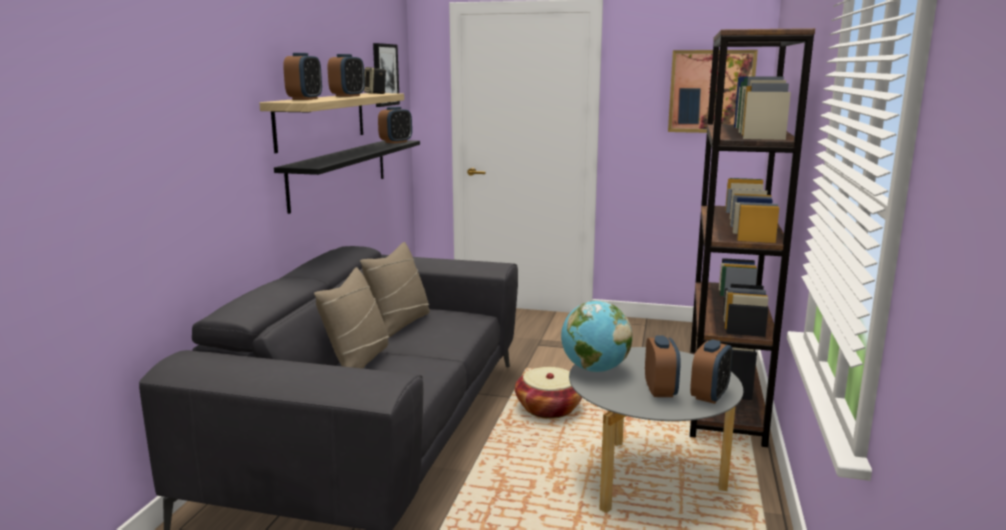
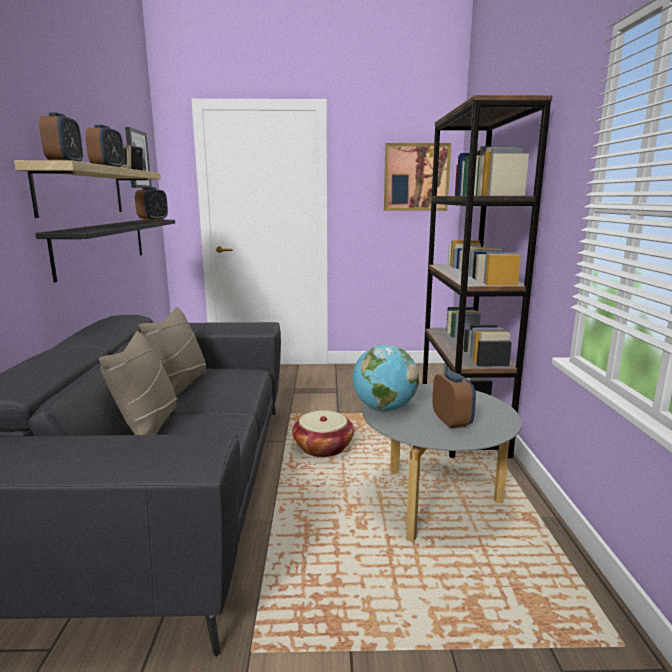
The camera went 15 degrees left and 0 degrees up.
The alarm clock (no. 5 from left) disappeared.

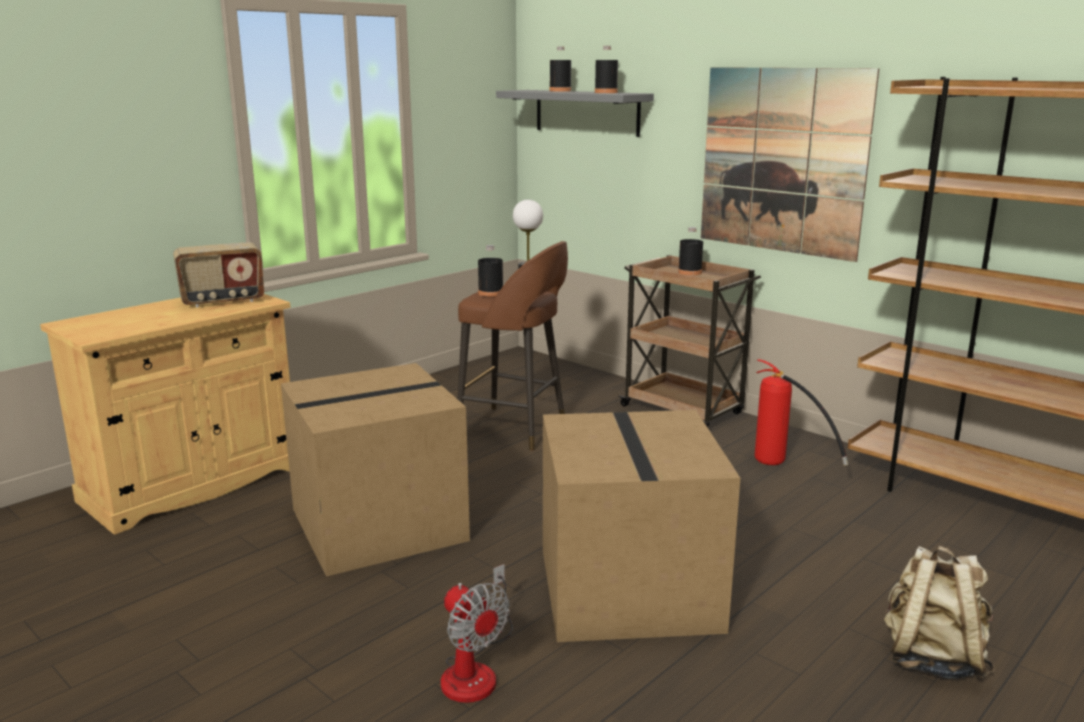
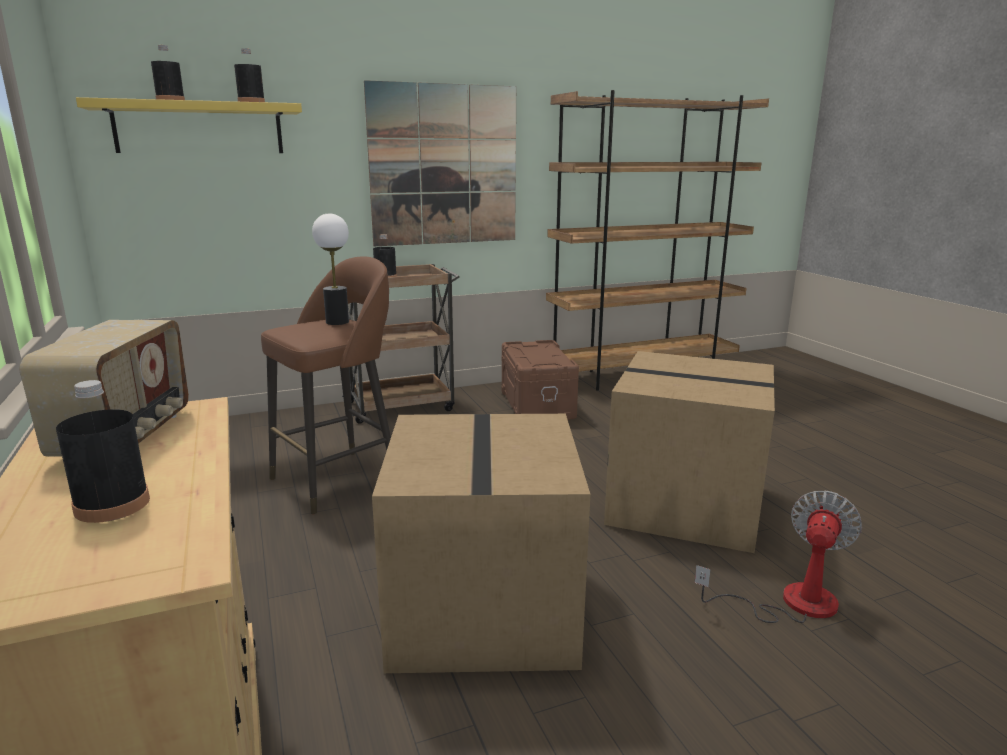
The camera went 65 degrees left and 0 degrees up.
The backpack in beige-coloured disappeared.
The drink bottle in black (no. 1 from left) moved.
The fire extinguisher was replaced by the storage bin in brownish.
The shelf in greyish became the shelf in yellowish.
The fan turned 45 degrees counterclockwise.

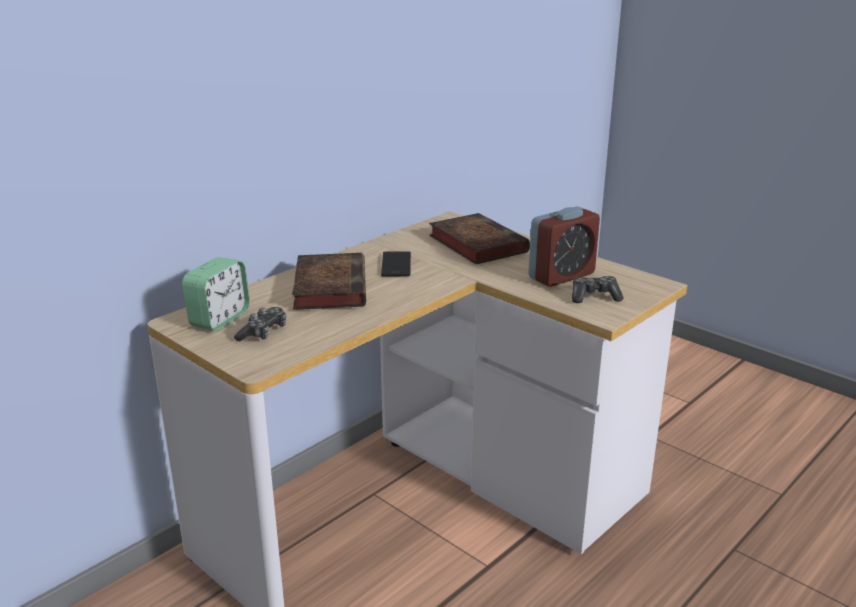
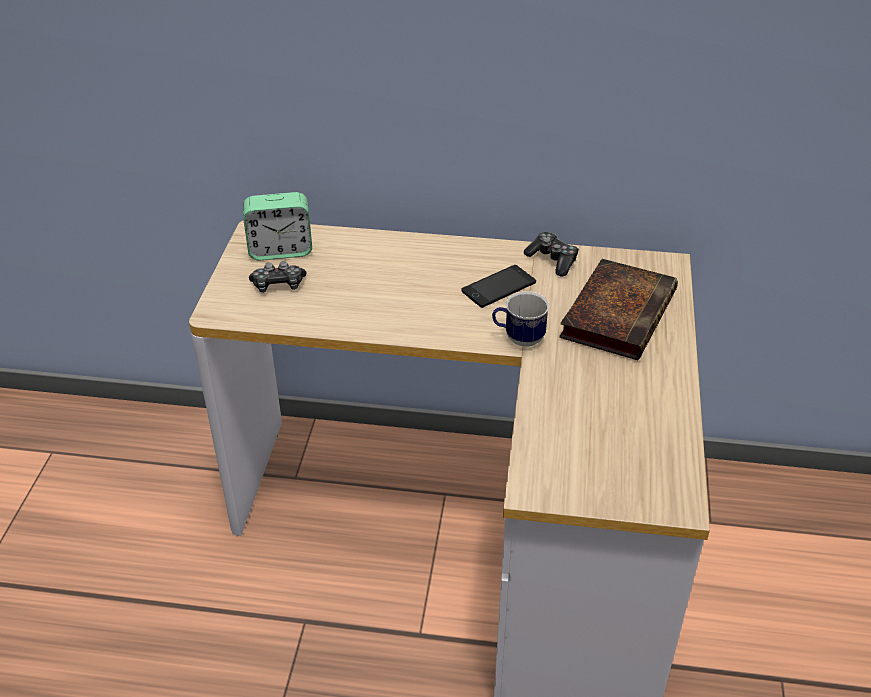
The camera went 55 degrees right and 15 degrees up.
The book (no. 1 from left) disappeared.
The alarm clock (no. 2 from left) disappeared.
The tea mug appeared.
The game controller (no. 2 from left) moved.

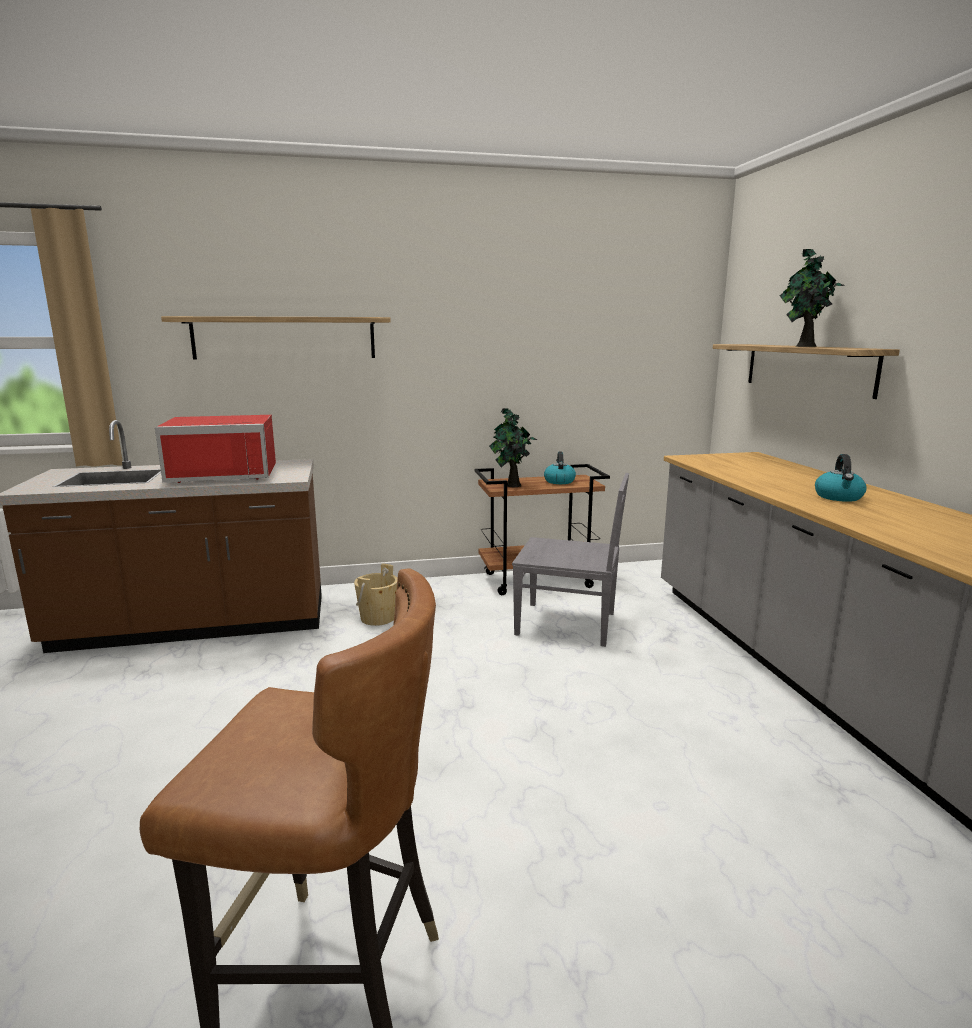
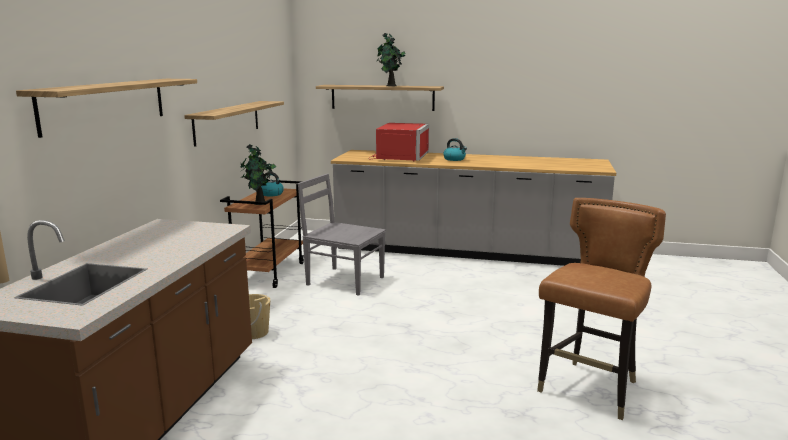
The camera went 65 degrees left and 0 degrees up.
The shelf (no. 2 from left) appeared.
The kitchen microwave in red moved.
The plain chair in greyish turned 105 degrees counterclockwise.

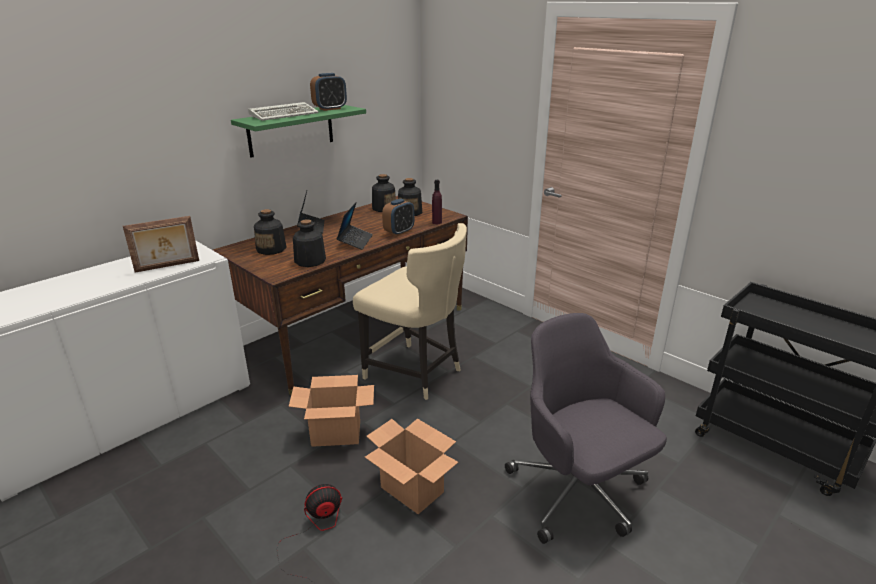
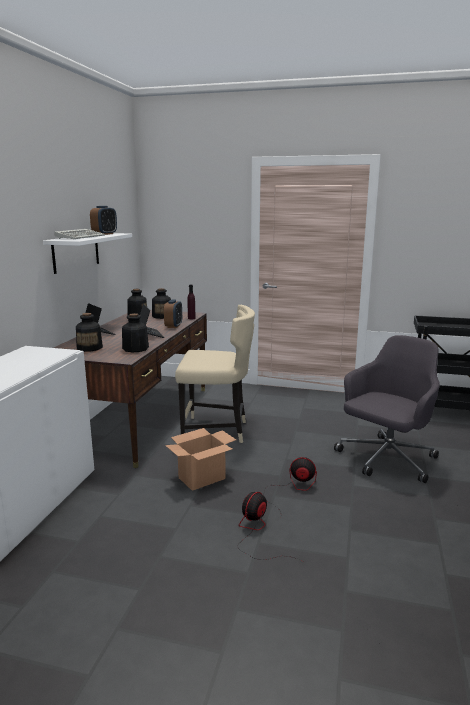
The camera went 30 degrees left and 10 degrees down.
The picture frame disappeared.
The carton (no. 2 from left) was replaced by the fan (no. 2 from left).
The shelf in green became the shelf in white-coloured.
The computer chair in greyish turned 105 degrees clockwise.

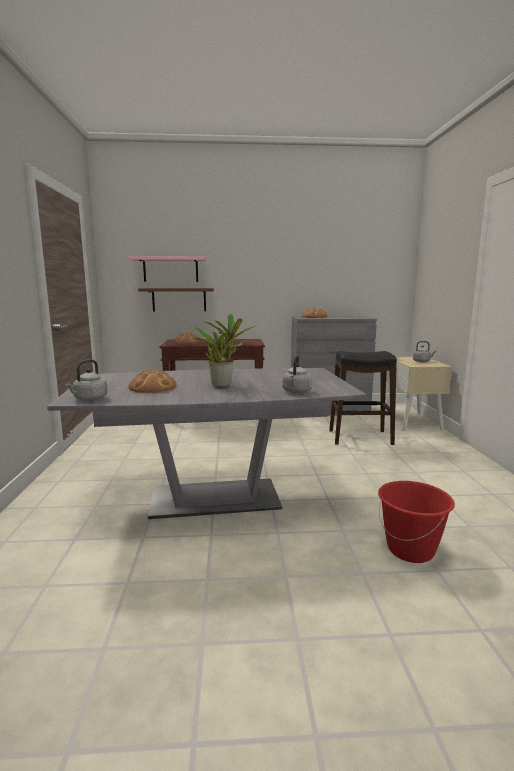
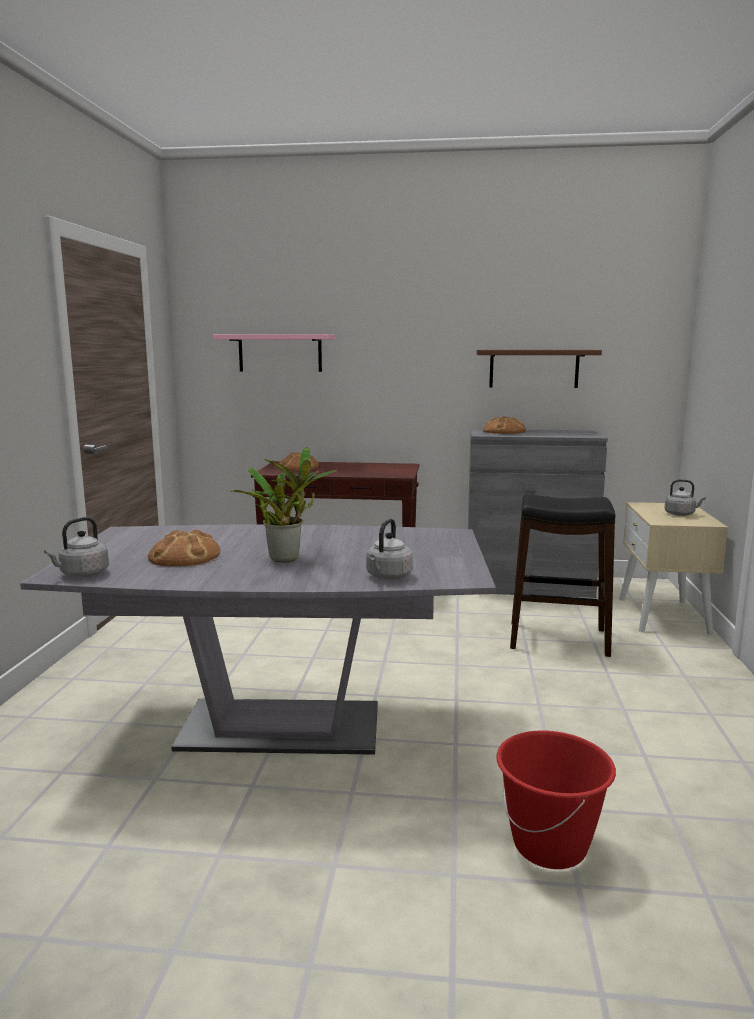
The camera went 10 degrees right and 0 degrees up.
The shelf in brownish moved.

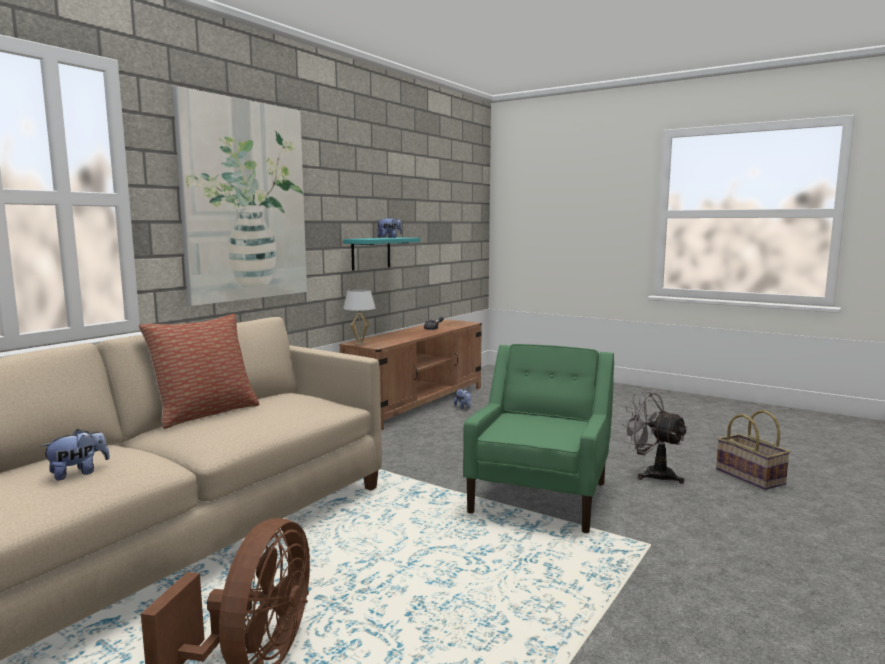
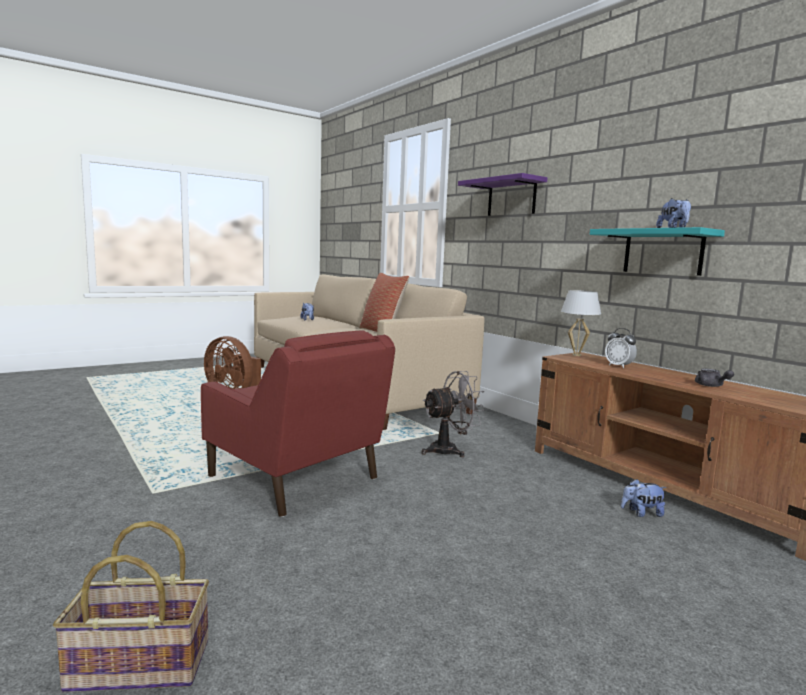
The camera went 110 degrees right and 0 degrees up.
The alarm clock appeared.
The fan in greyish moved.
The wall picture was replaced by the shelf in purplish.
The armchair in green became the armchair in red.

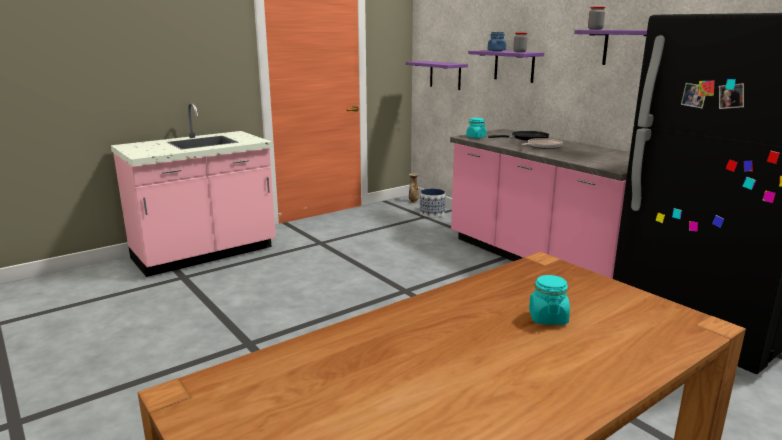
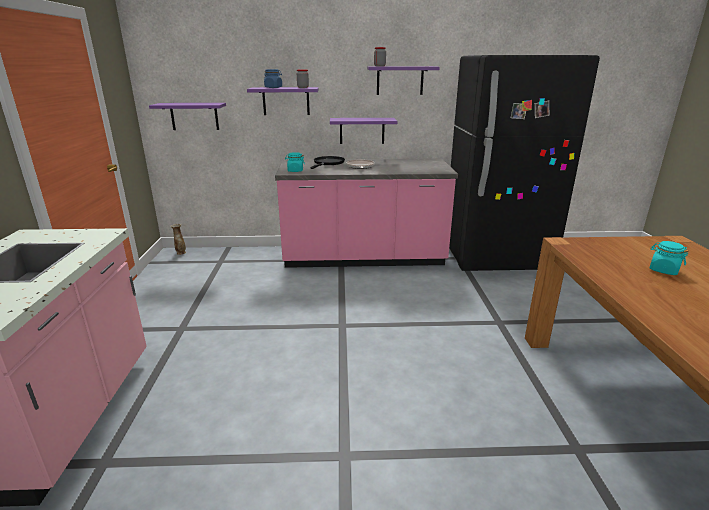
The camera went 55 degrees left and 5 degrees up.
The flower pot disappeared.
The shelf in purplish (no. 3 from left) appeared.

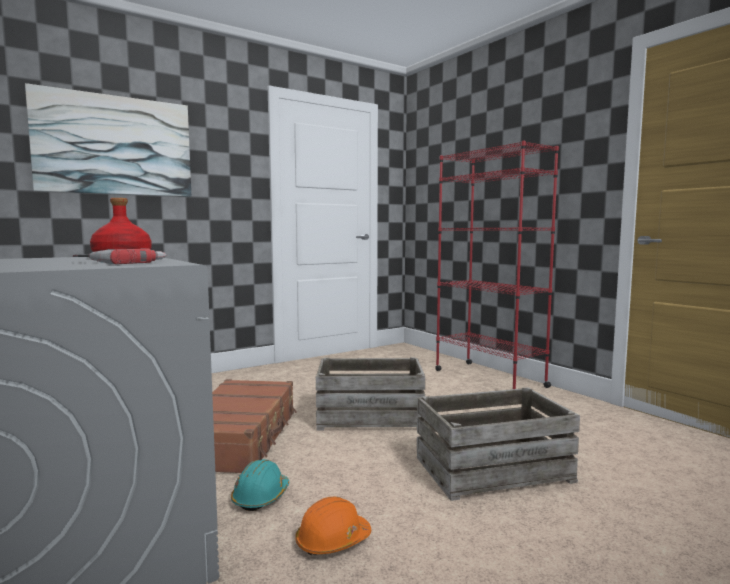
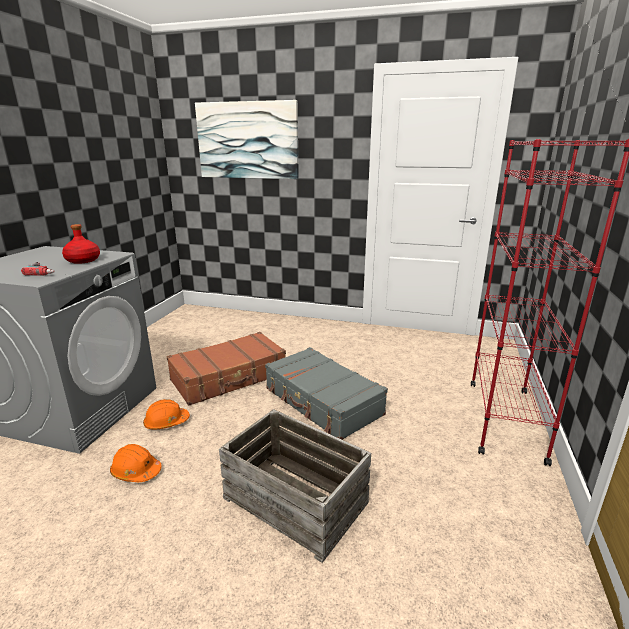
The camera went 50 degrees right and 15 degrees up.
The packing crate (no. 1 from left) was replaced by the suitcase in greyish.
The safety helmet in turquoise-coloured became the safety helmet in orangey (no. 2 from left).

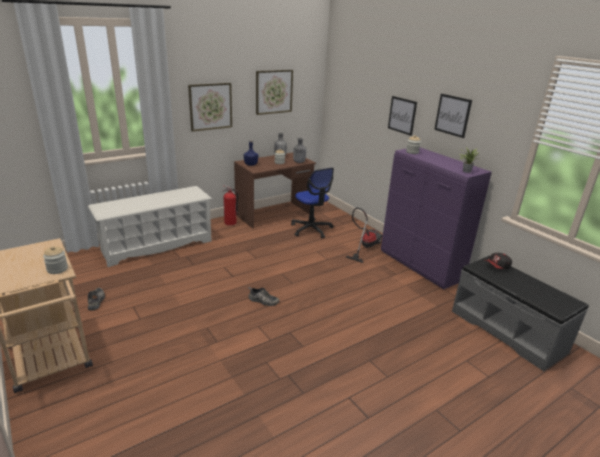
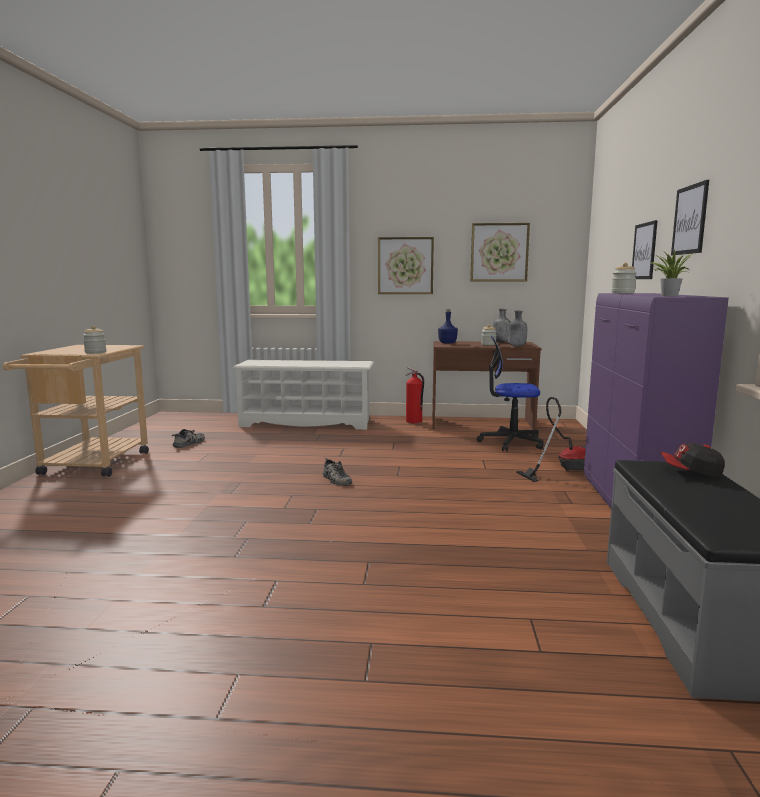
The camera went 40 degrees right and 15 degrees down.
The computer chair turned 90 degrees clockwise.

